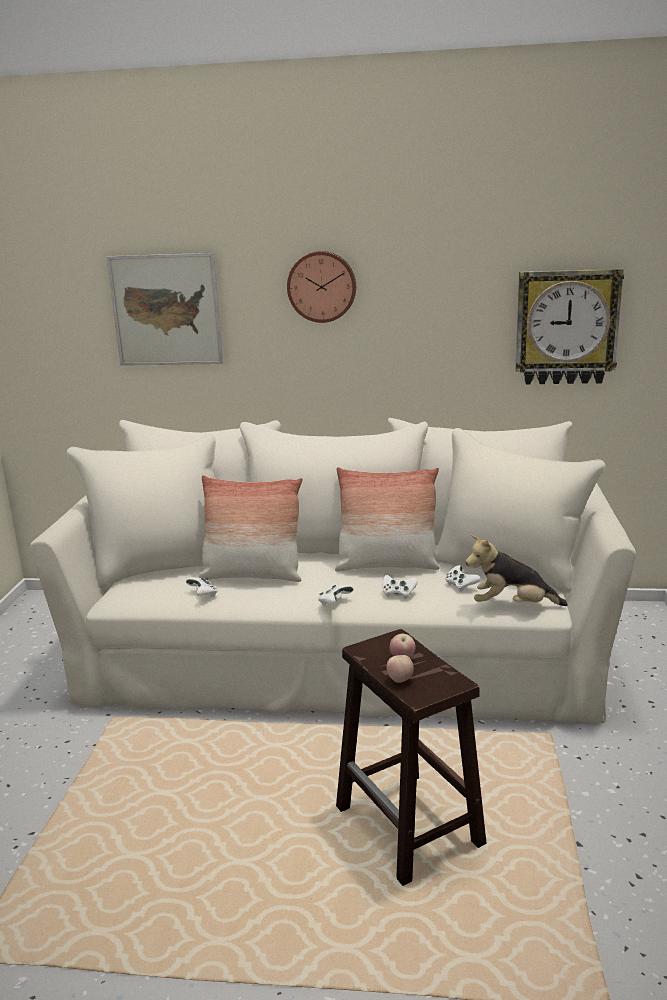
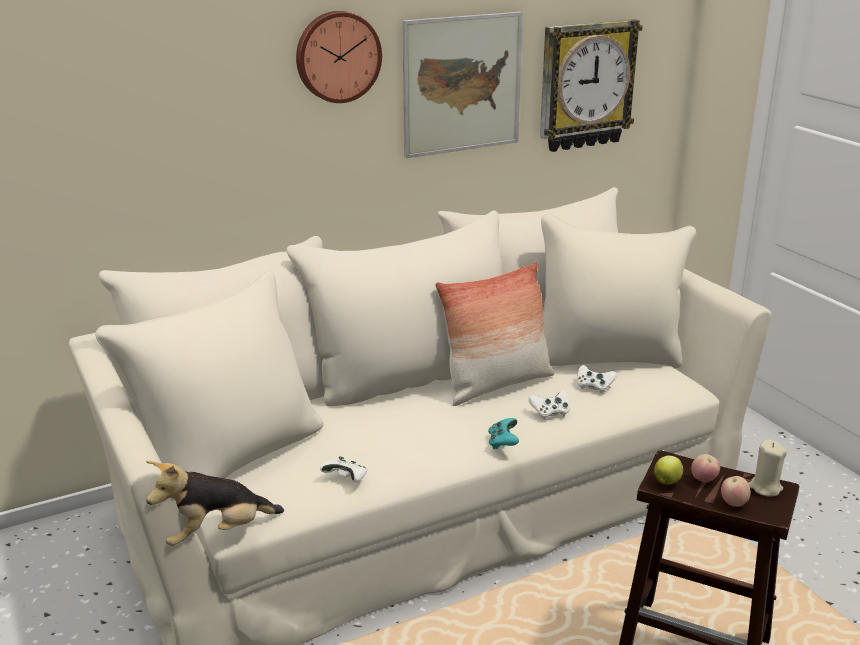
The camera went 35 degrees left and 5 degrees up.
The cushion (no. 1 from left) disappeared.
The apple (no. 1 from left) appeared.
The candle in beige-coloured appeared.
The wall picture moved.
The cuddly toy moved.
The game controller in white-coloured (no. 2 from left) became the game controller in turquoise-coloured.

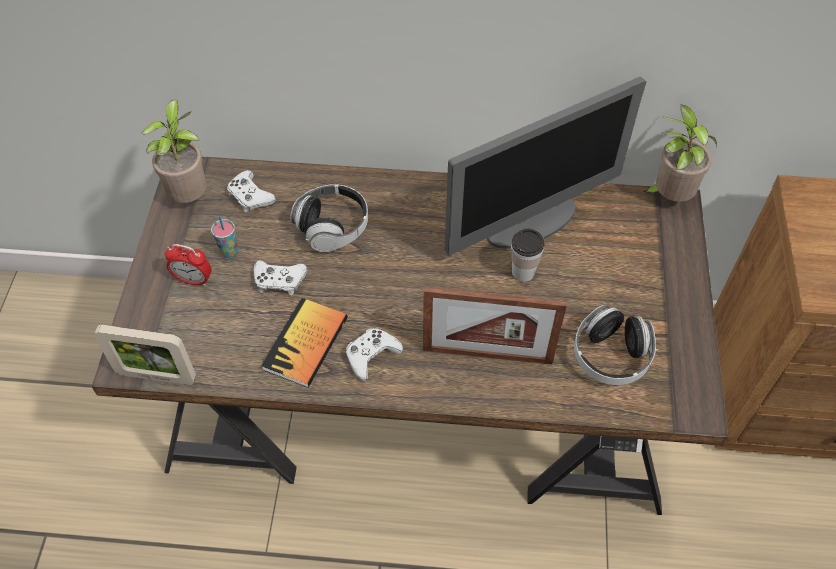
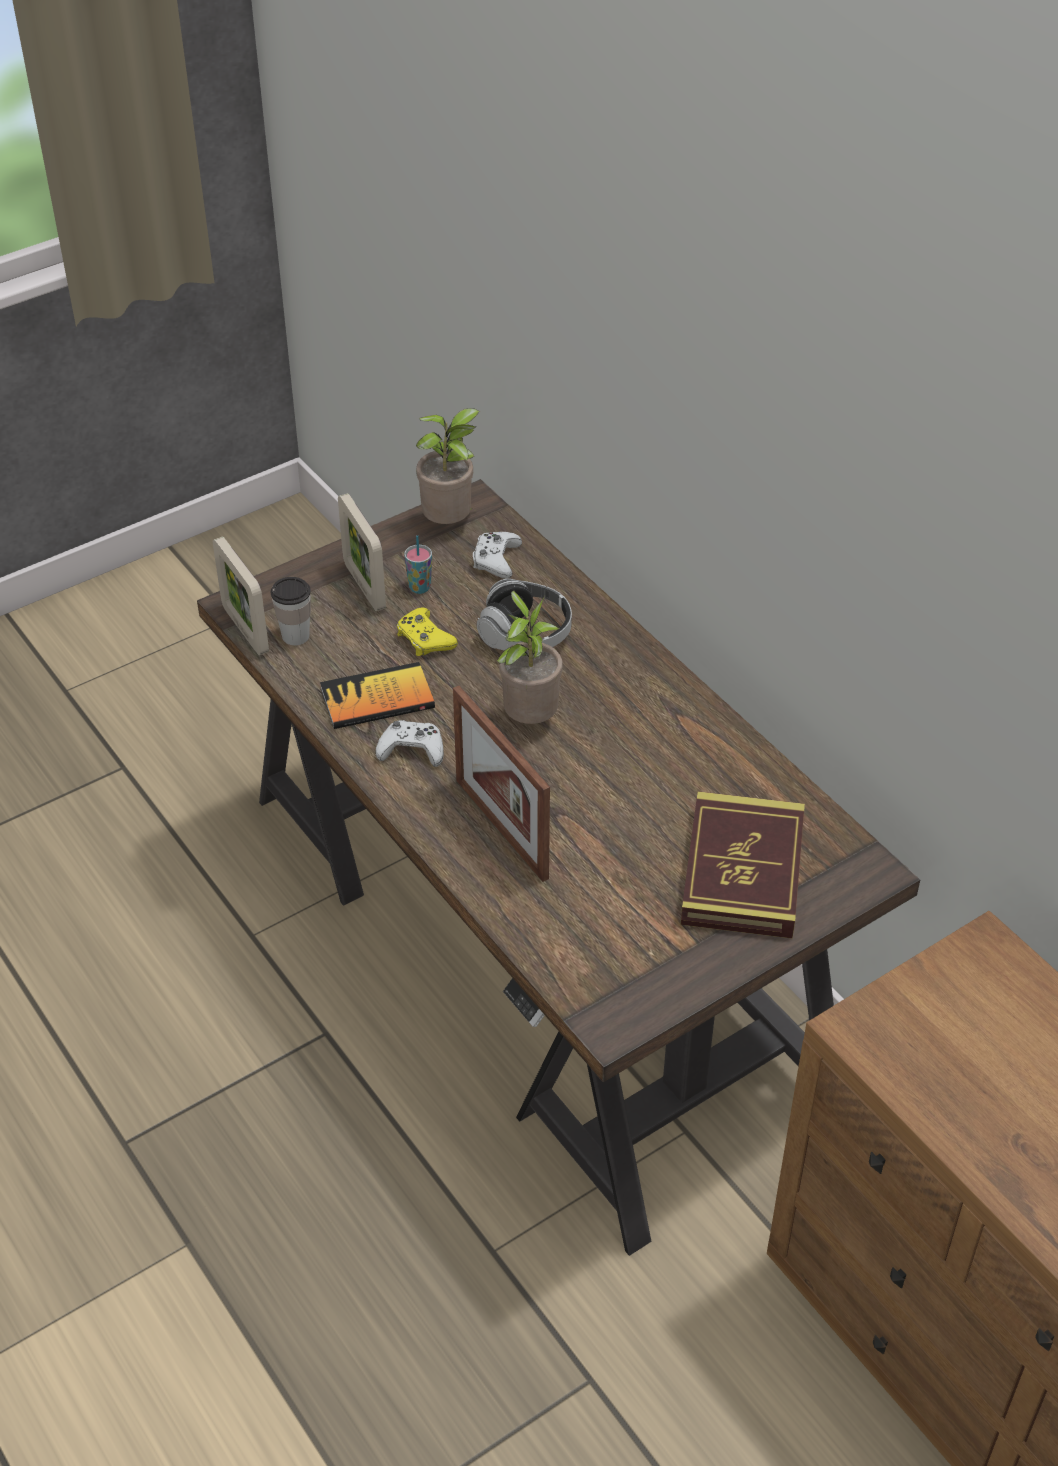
The camera went 50 degrees right and 10 degrees down.
The computer display disappeared.
The headset (no. 2 from left) disappeared.
The book (no. 2 from left) appeared.
The drinking cup (no. 2 from left in the first image) moved.
The plant in a pot (no. 2 from left) moved.
The alarm clock was replaced by the picture frame (no. 2 from left).
The game controller in white-coloured (no. 2 from left) became the game controller in yellowish.

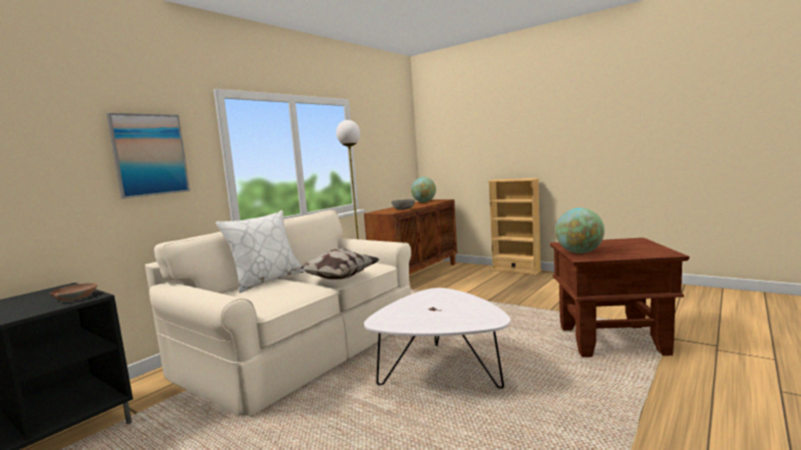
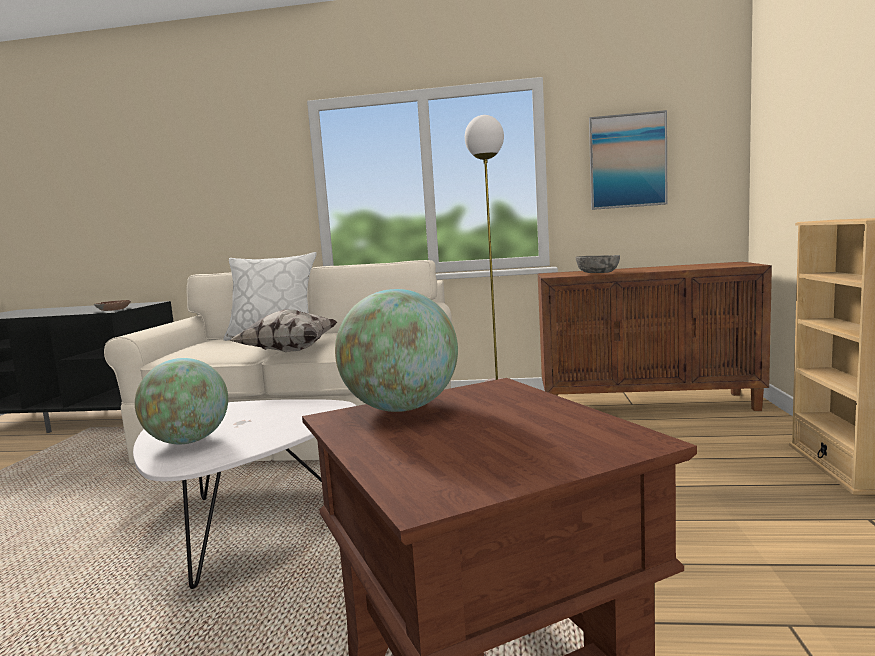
The camera went 60 degrees right and 0 degrees up.
The wall picture moved.
The globe (no. 1 from left) moved.

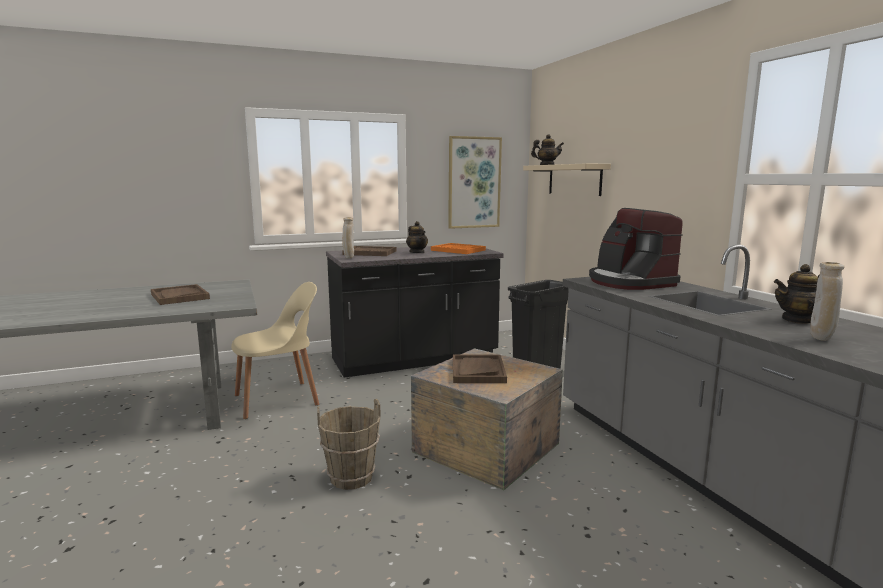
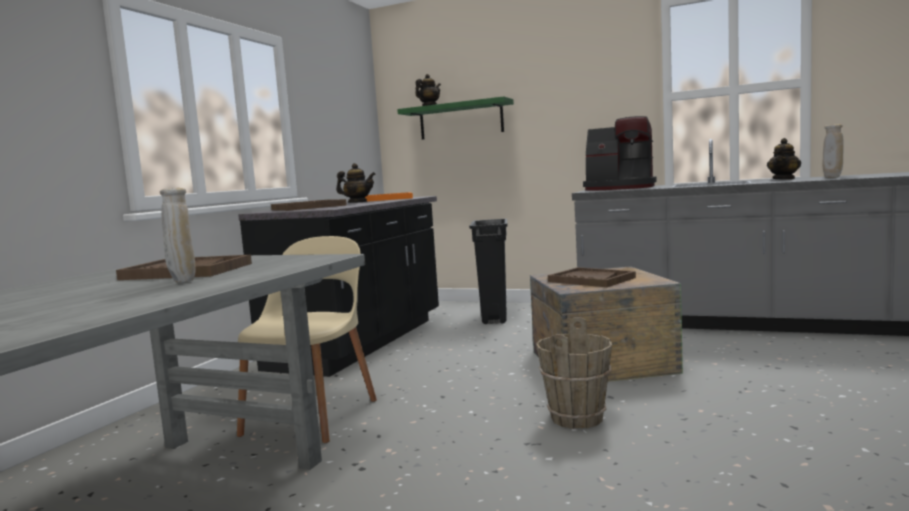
The camera went 45 degrees left and 5 degrees down.
The wall picture disappeared.
The flower vase in beige-coloured (no. 1 from left) moved.
The shelf in beige-coloured became the shelf in green.

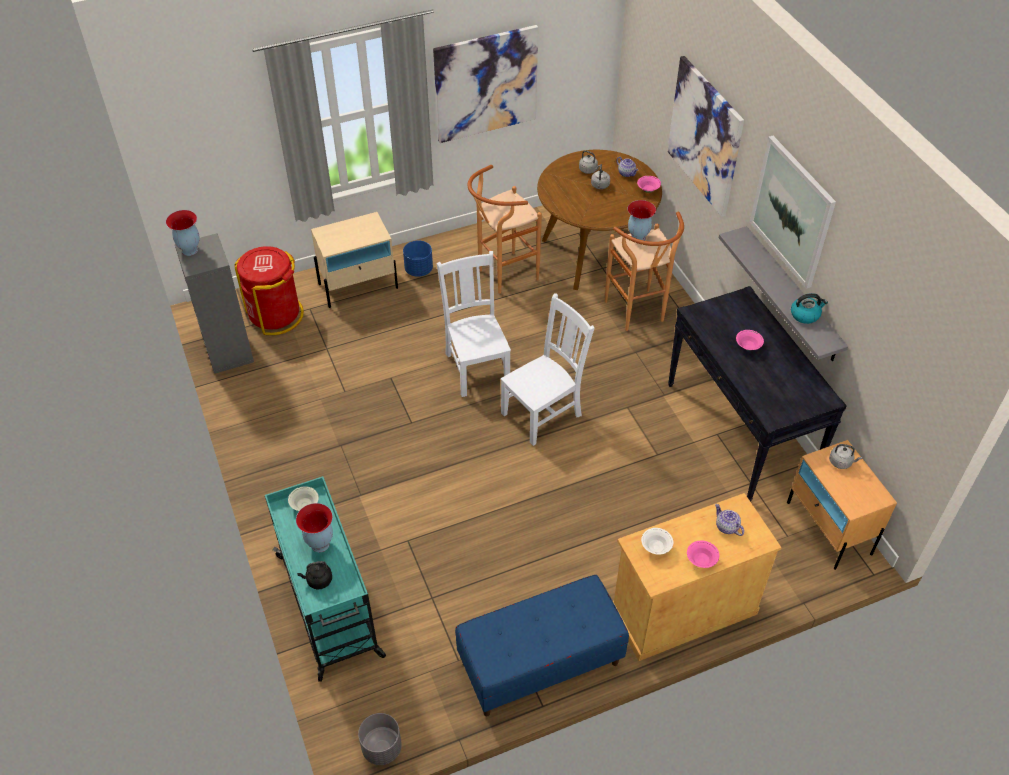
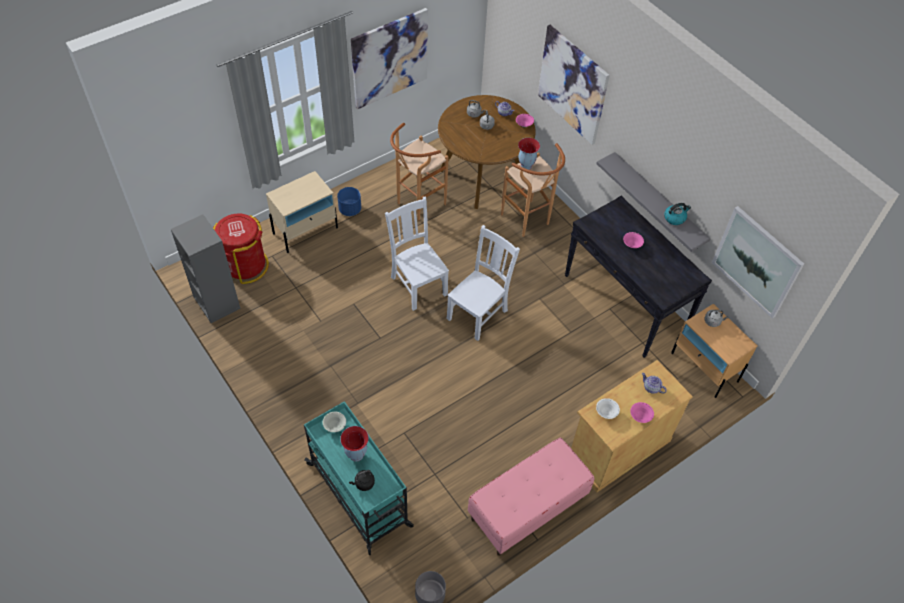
The camera went 15 degrees left and 5 degrees up.
The flower vase (no. 1 from left) disappeared.
The wall picture (no. 3 from left) moved.
The long seat in blue became the long seat in pink-coloured.

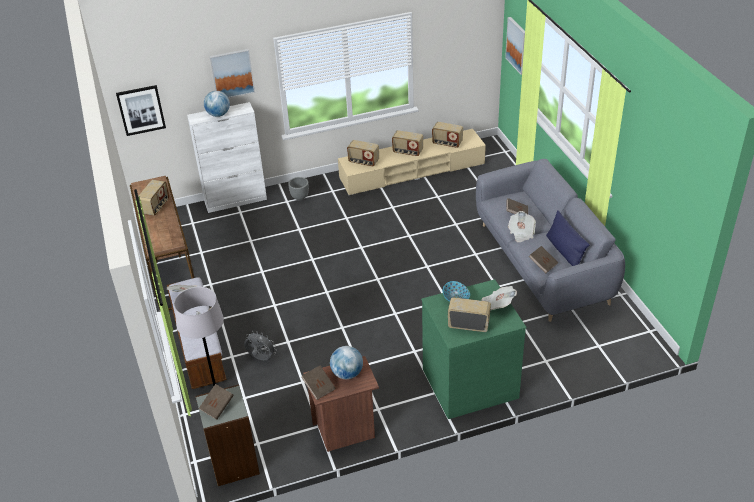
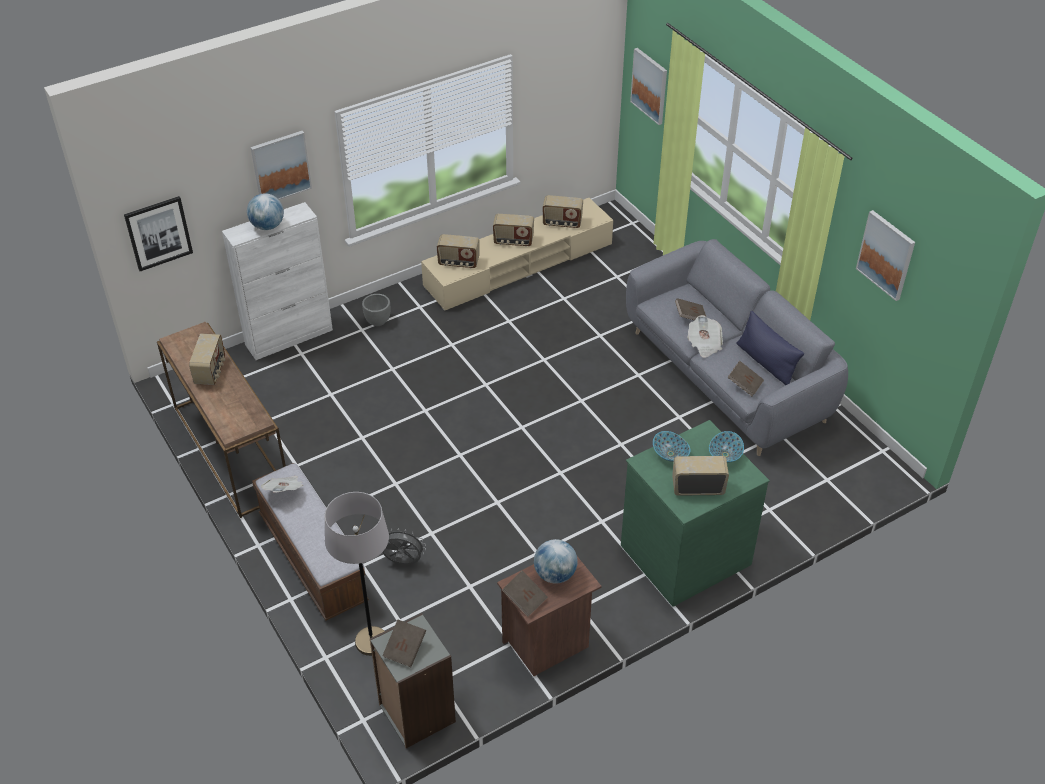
The camera went 15 degrees left and 5 degrees up.
The wall picture (no. 4 from left) appeared.
The newspaper (no. 2 from left) was replaced by the deep dish (no. 2 from left).

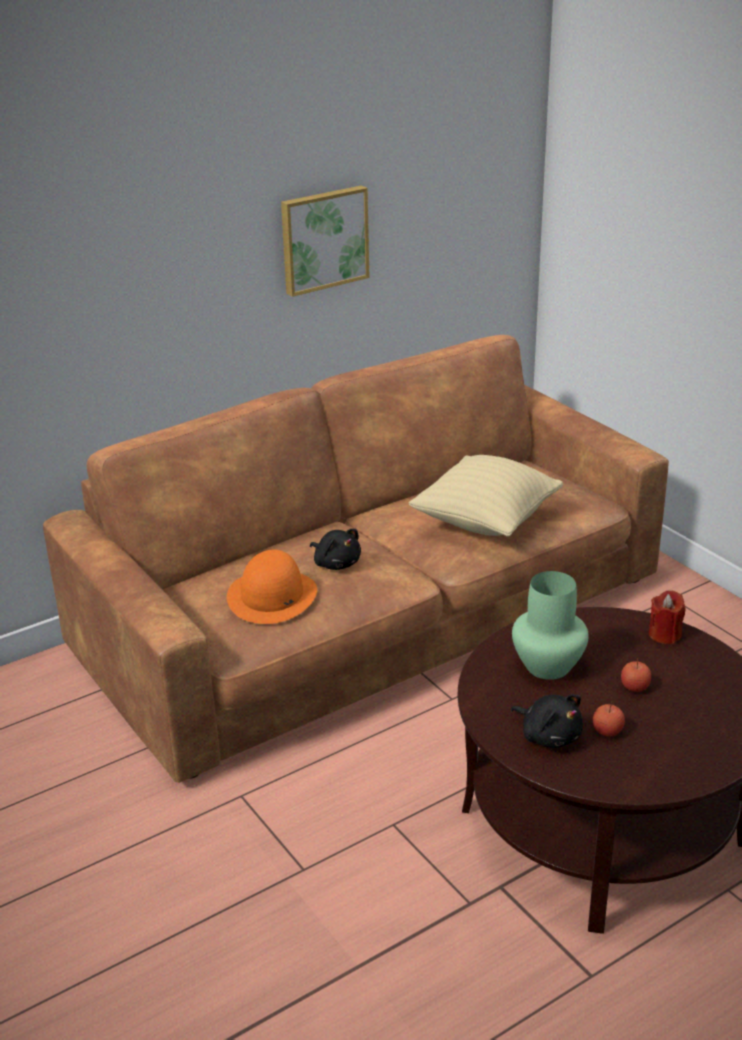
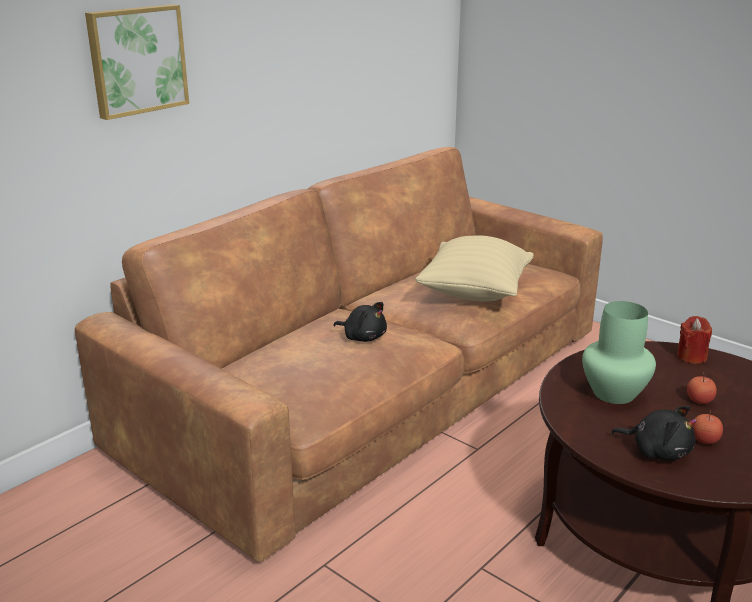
The camera went 15 degrees left and 5 degrees down.
The hat in orangey disappeared.
The wall picture moved.

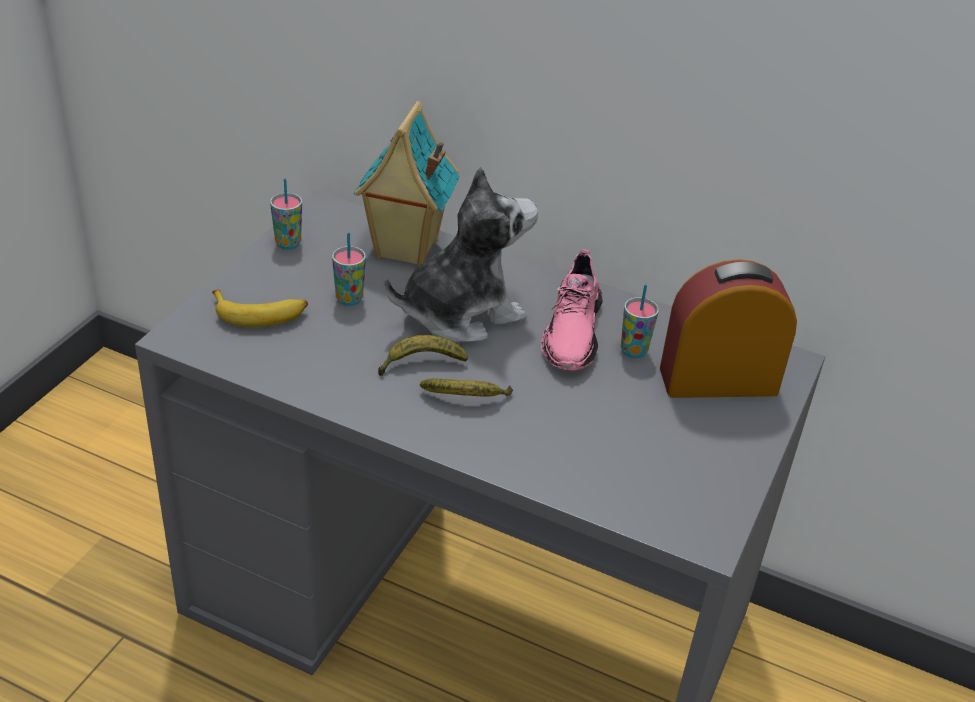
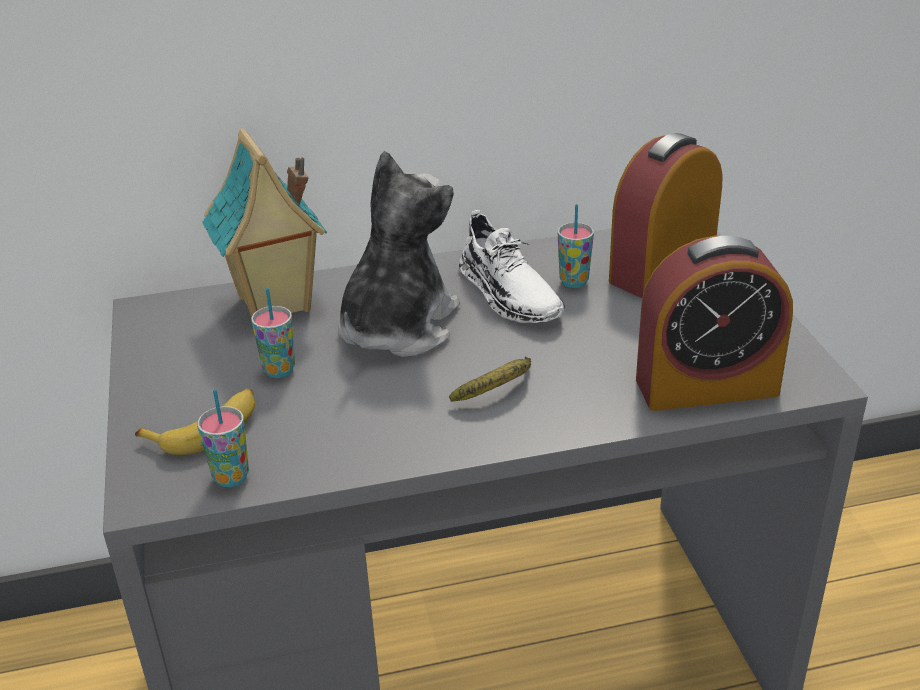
The camera went 35 degrees left and 5 degrees down.
The banana (no. 2 from left) disappeared.
The alarm clock (no. 2 from left) appeared.
The drinking cup (no. 1 from left) moved.
The item of footwear in pink-coloured became the item of footwear in white-coloured.

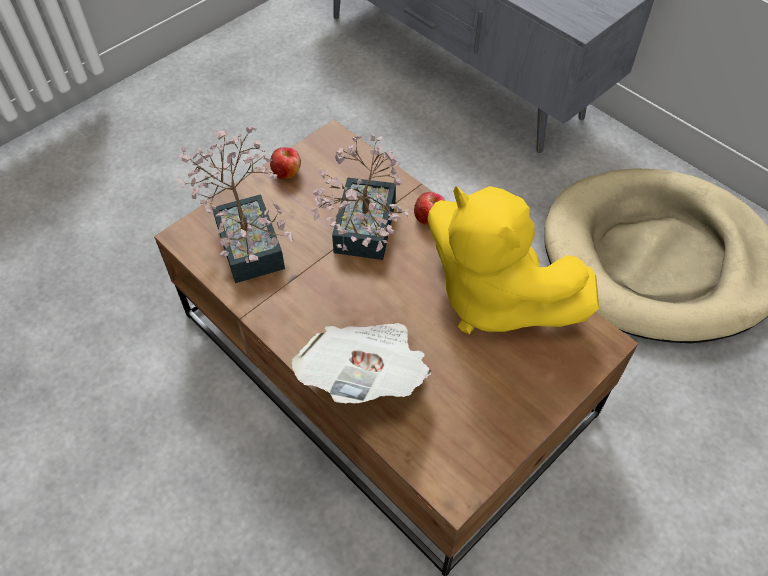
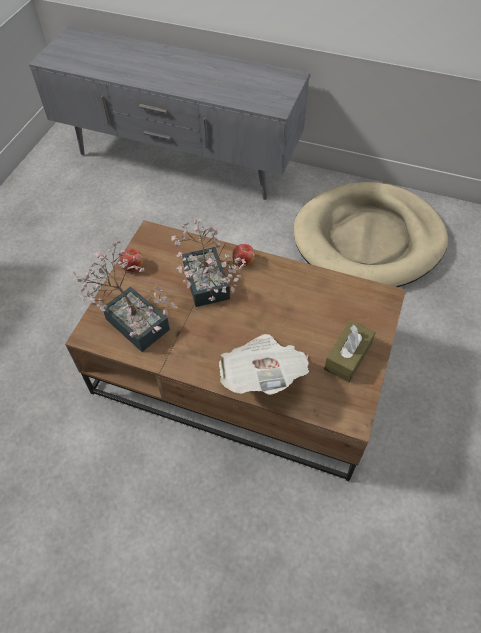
The camera went 25 degrees left and 0 degrees up.
The cuddly toy in yellowish disappeared.
The box of tissues in brownish appeared.

